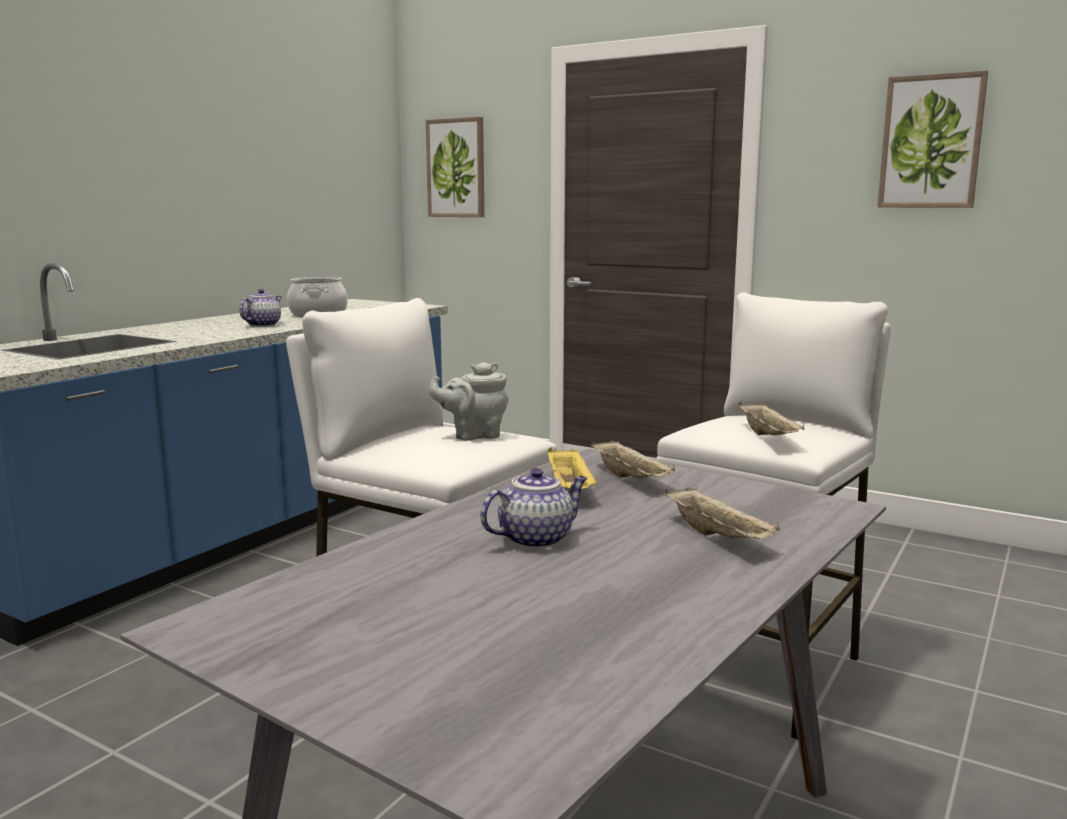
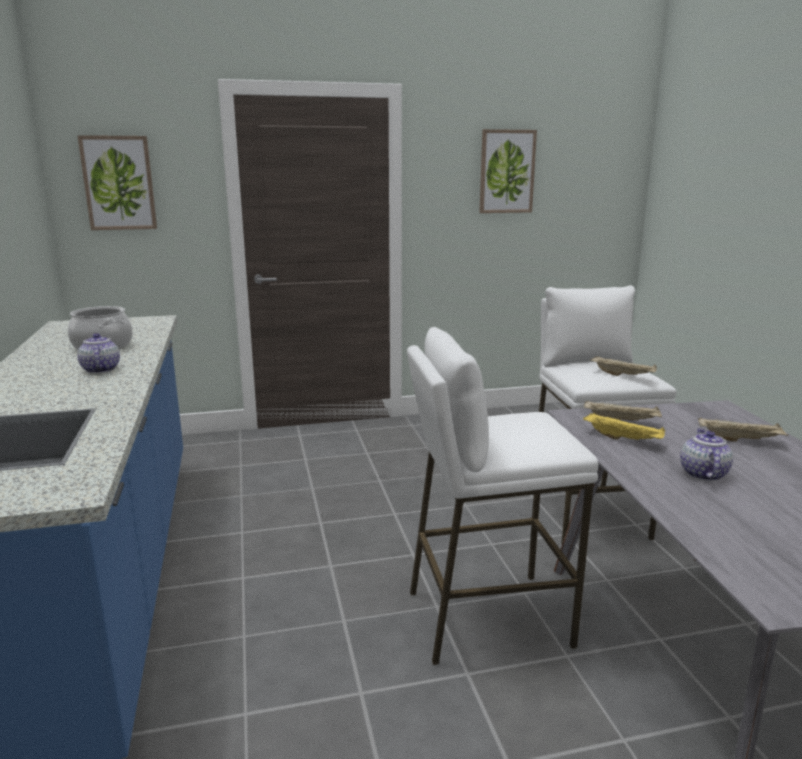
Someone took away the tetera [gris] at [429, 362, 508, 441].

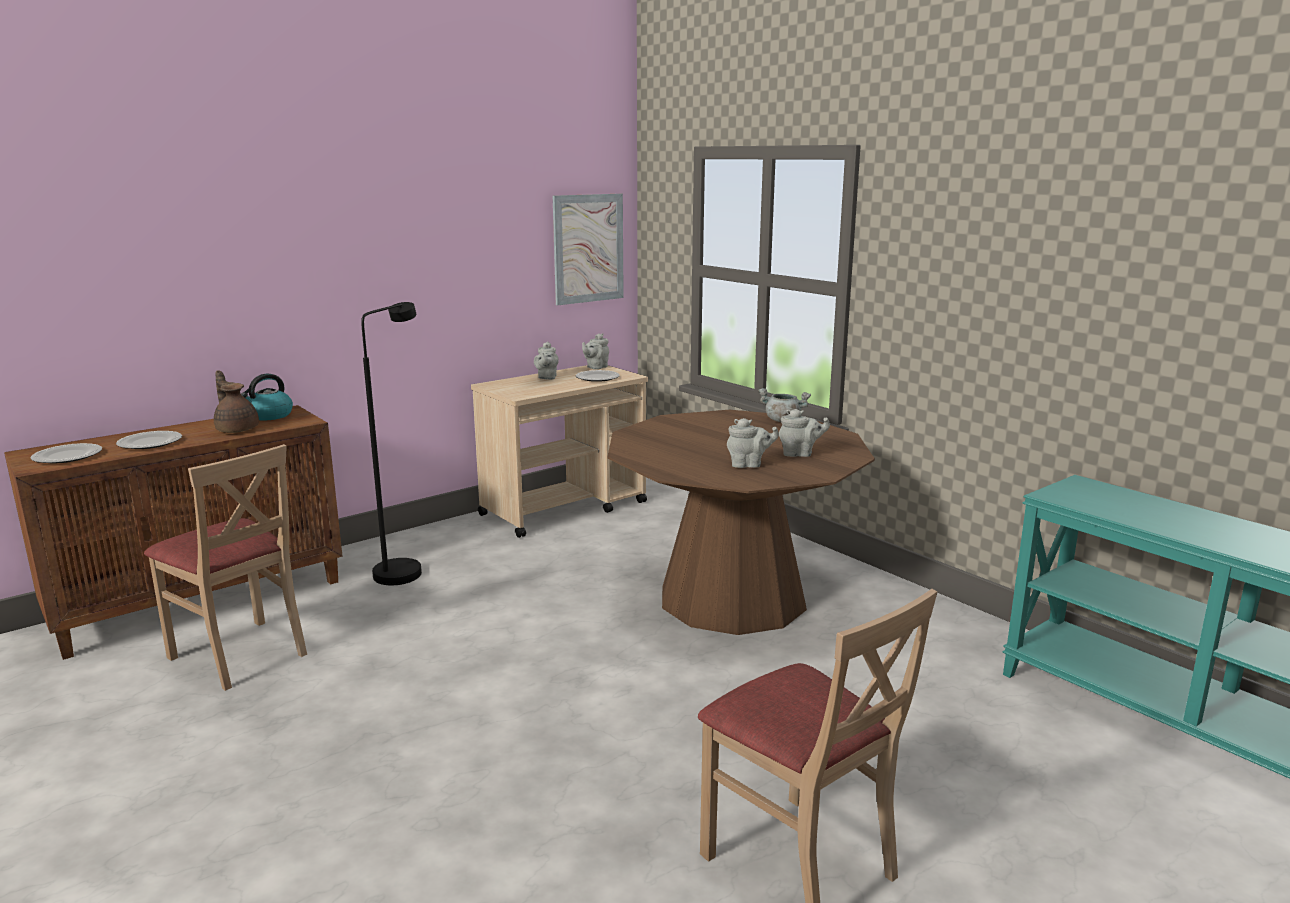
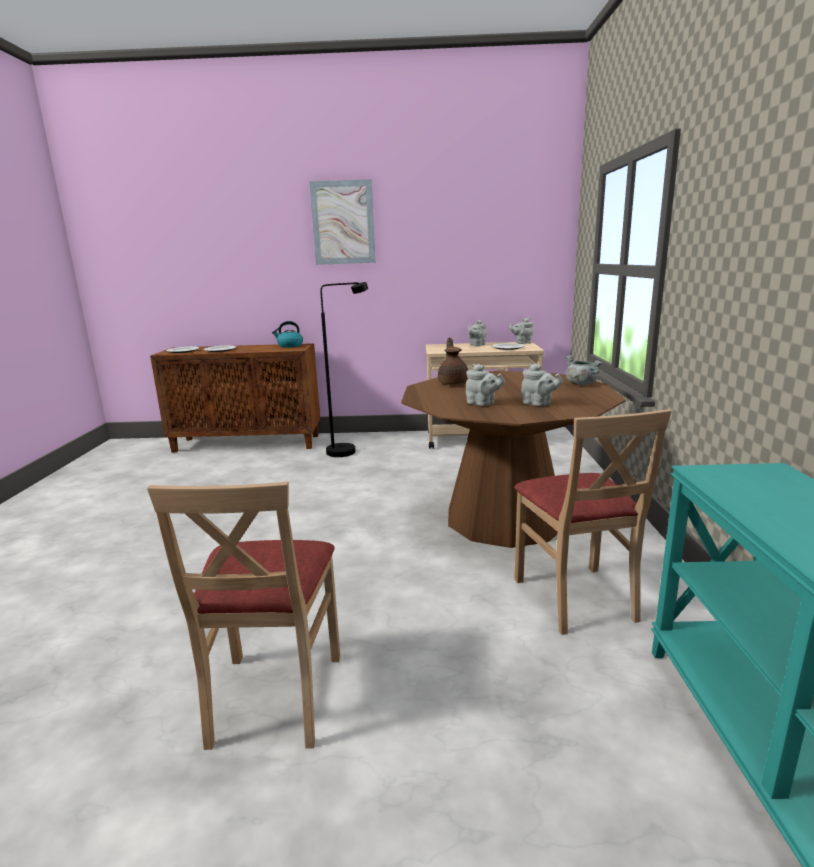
Someone carried the silla [beis] from [144, 444, 307, 691] to [514, 409, 672, 635]. Someone carried the tetera [marrón] from [214, 370, 259, 433] to [438, 338, 468, 385]. Someone carried the cuadro from [553, 194, 624, 305] to [309, 179, 376, 265].

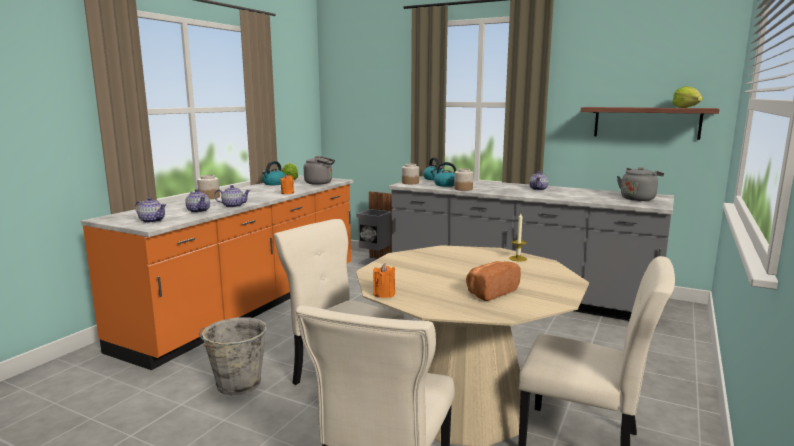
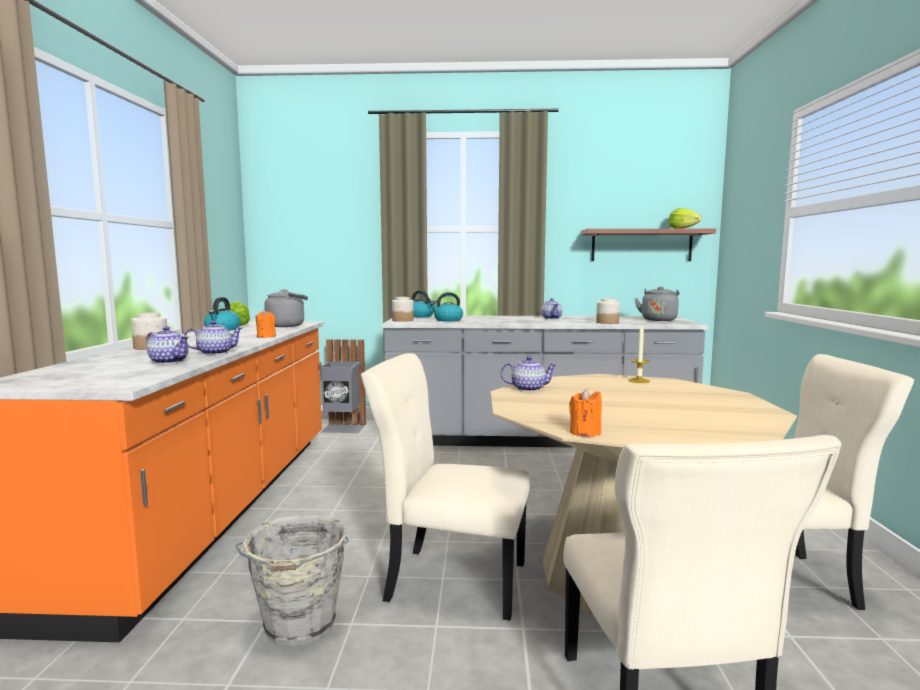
Someone took away the pan at [466, 261, 521, 301]. Someone carried the tetera from [135, 197, 166, 223] to [501, 356, 557, 392]. Someone carried the tarro from [454, 168, 473, 191] to [596, 298, 620, 324].

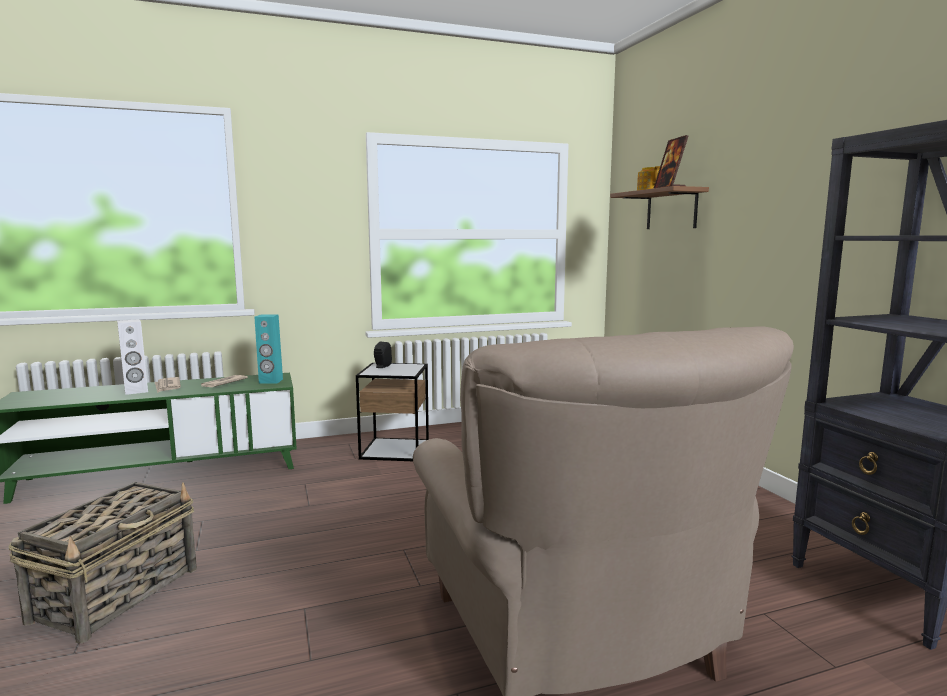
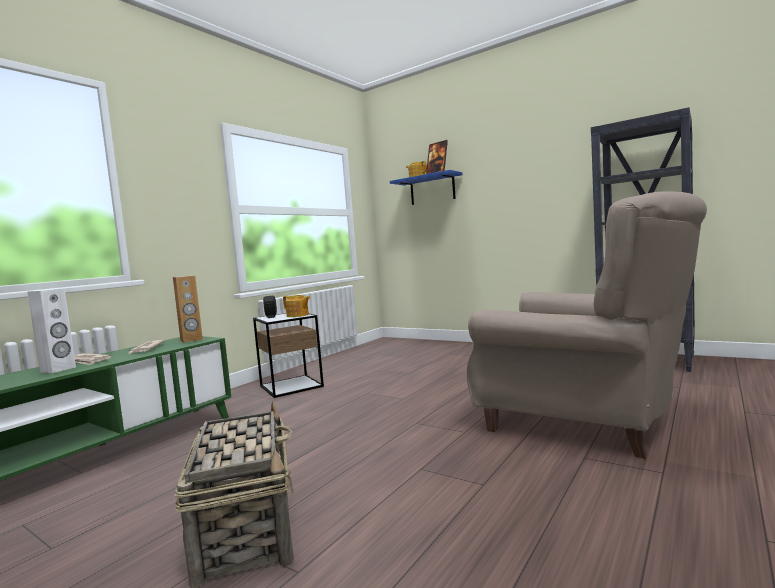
Someone put down the tetera at [283, 295, 310, 317]. Someone repainted the altavoz [turquesa] at [254, 314, 283, 384], which became the altavoz [marrón] at [173, 276, 203, 343]. Someone repainted the estante [marrón] at [610, 186, 709, 229], which became the estante [azul] at [390, 170, 462, 205].

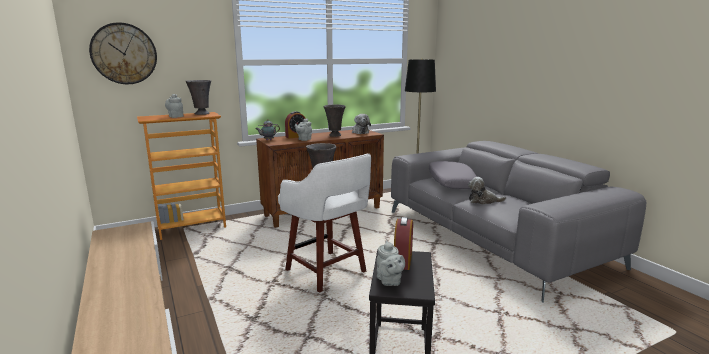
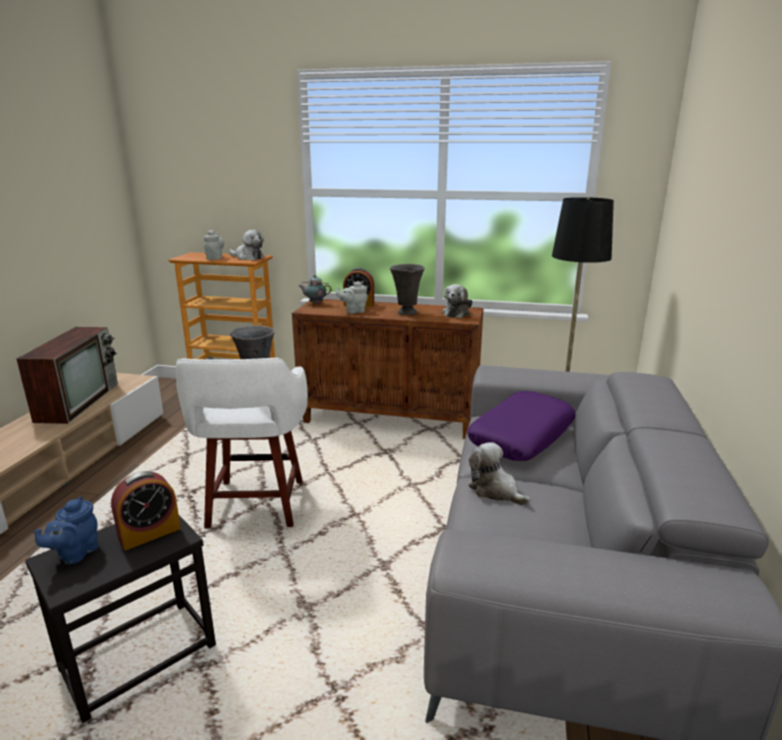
Someone took away the reloj de pared at [89, 22, 157, 84]. Someone put down the televisor at [16, 327, 118, 424]. Someone swapped the florero [gris] at [185, 80, 211, 115] for the peluche at [229, 230, 265, 260]. Someone repainted the tetera [gris] at [377, 240, 405, 286], which became the tetera [azul] at [34, 496, 98, 565]. Someone repainted the cojín [gris] at [429, 161, 477, 189], which became the cojín [morado] at [467, 391, 576, 461].

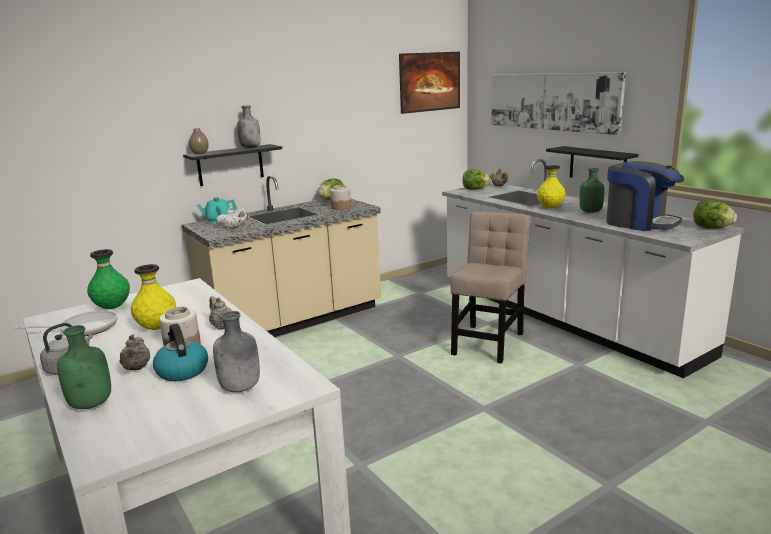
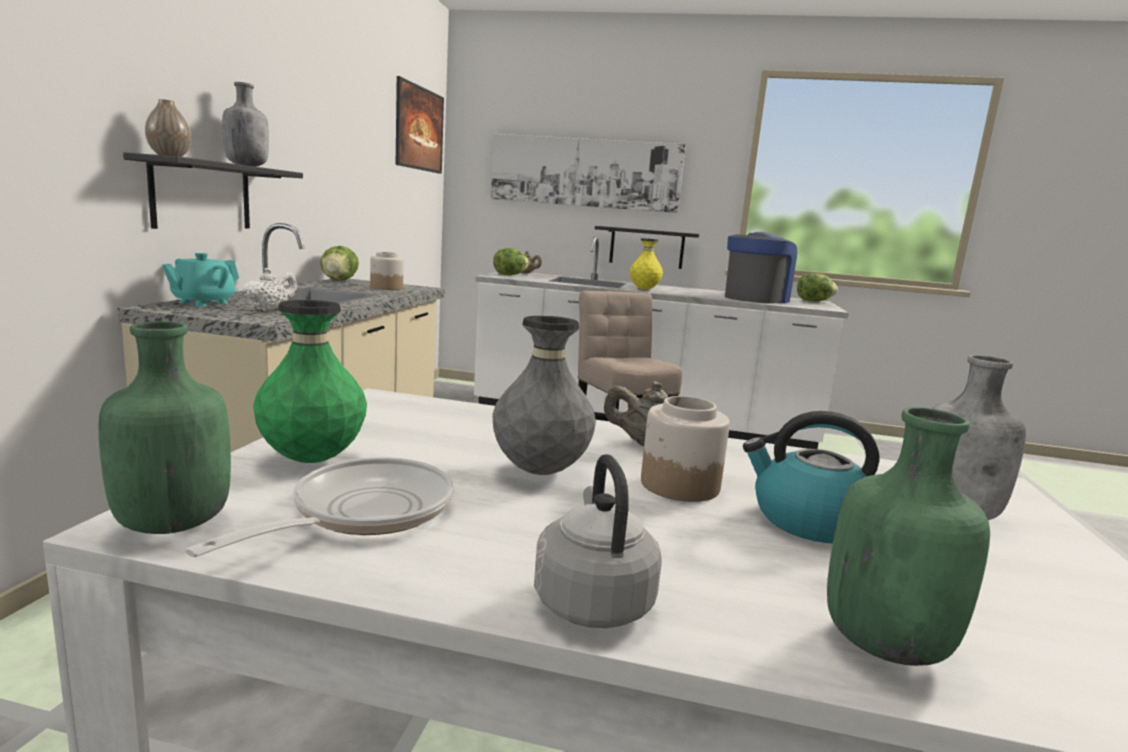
Someone took away the tetera [beis] at [119, 334, 150, 370]. Someone carried the botella [verde] from [579, 168, 604, 213] to [99, 321, 231, 534]. Someone repainted the florero [amarillo] at [131, 264, 176, 330], which became the florero [gris] at [492, 316, 596, 475]. Someone rotated the cafetera at [606, 161, 684, 231] by 45 degrees counterclockwise.

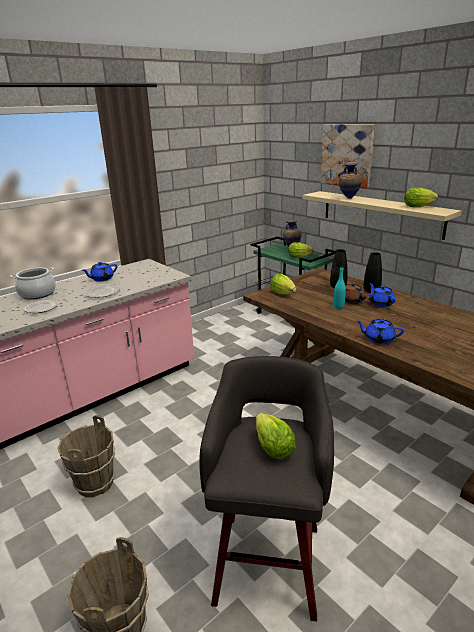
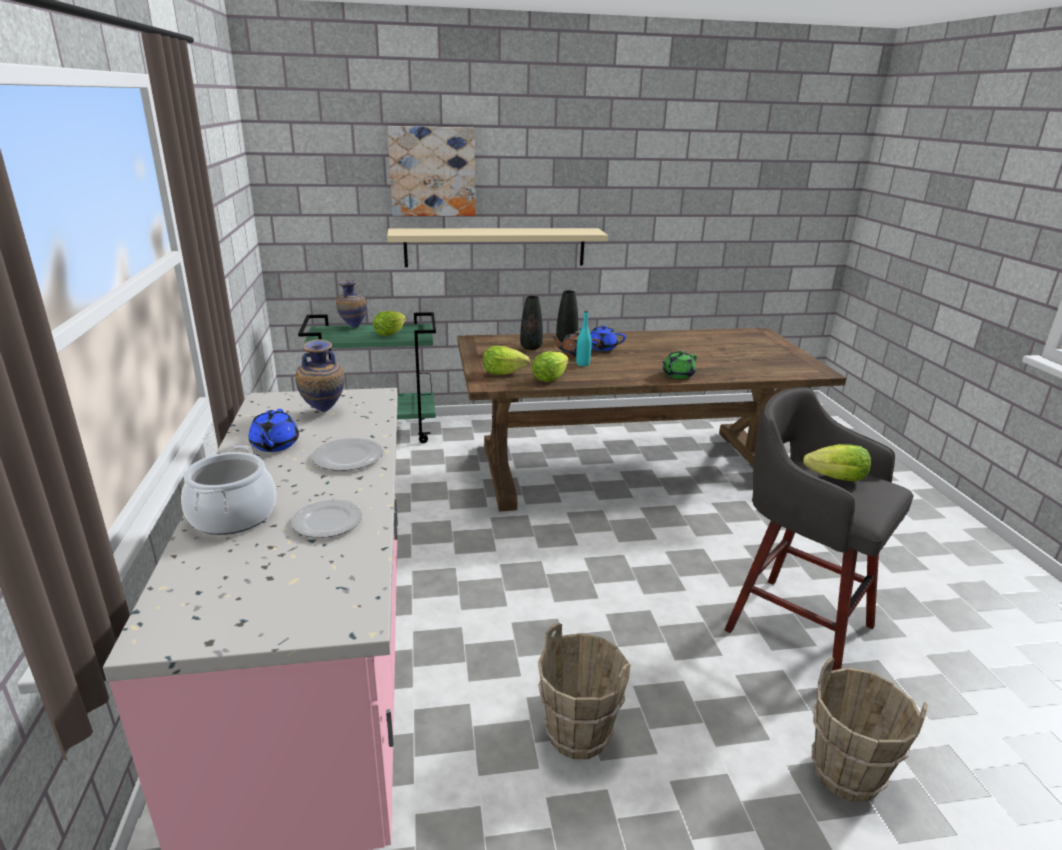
Someone carried the florero from [339, 162, 362, 199] to [295, 339, 345, 412]. Someone carried the lechuga from [404, 187, 438, 207] to [532, 352, 569, 382]. Someone repainted the tetera [azul] at [356, 319, 404, 344], which became the tetera [verde] at [662, 350, 697, 379].

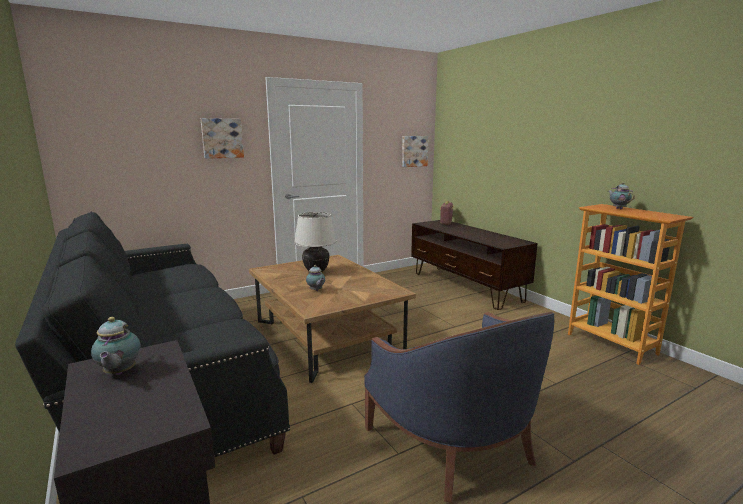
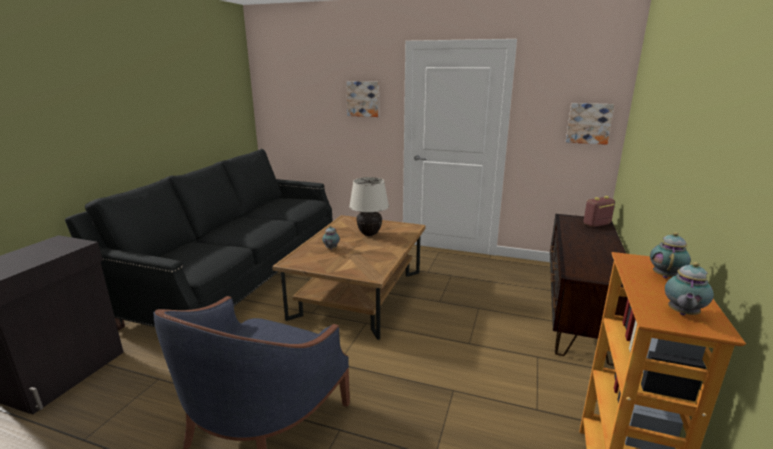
Someone carried the tetera from [91, 317, 141, 375] to [665, 262, 714, 315].

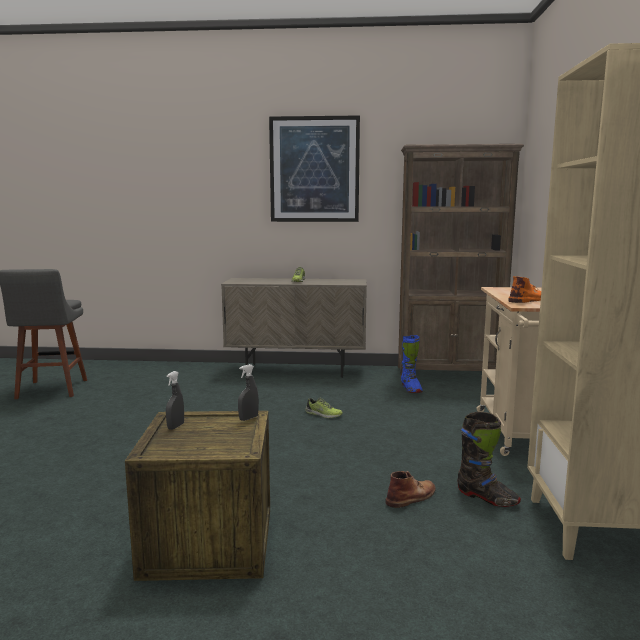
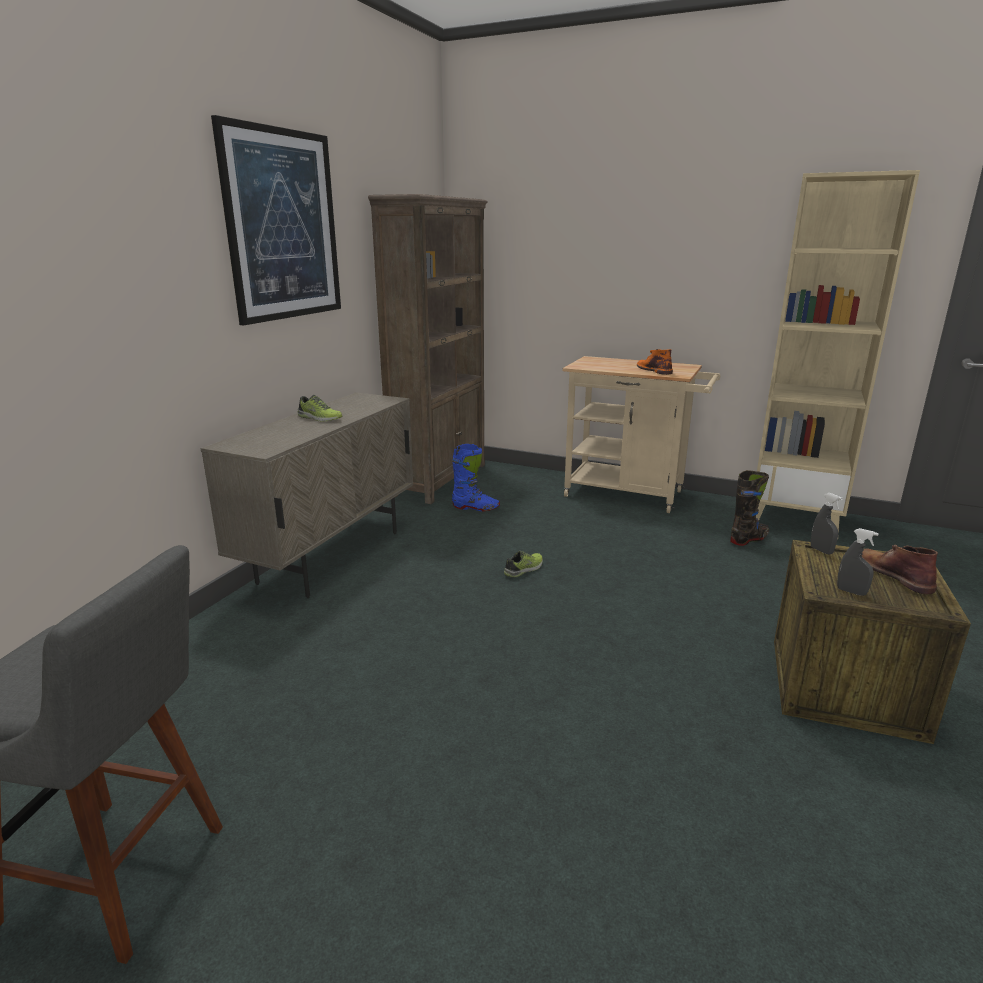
Someone carried the bota [marrón] from [385, 471, 436, 508] to [862, 545, 938, 594].

